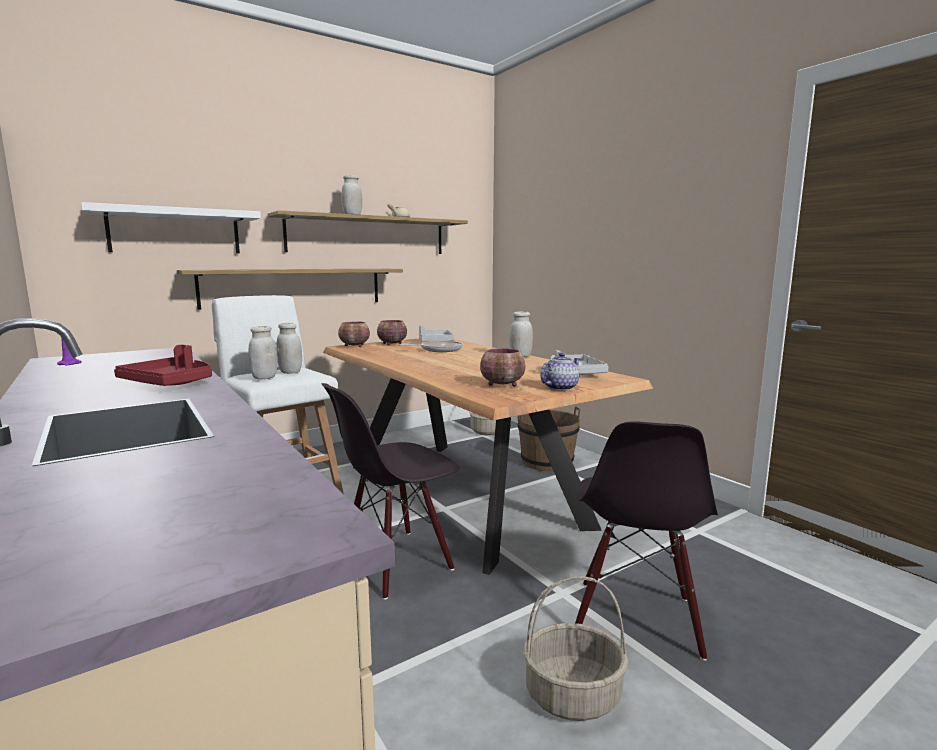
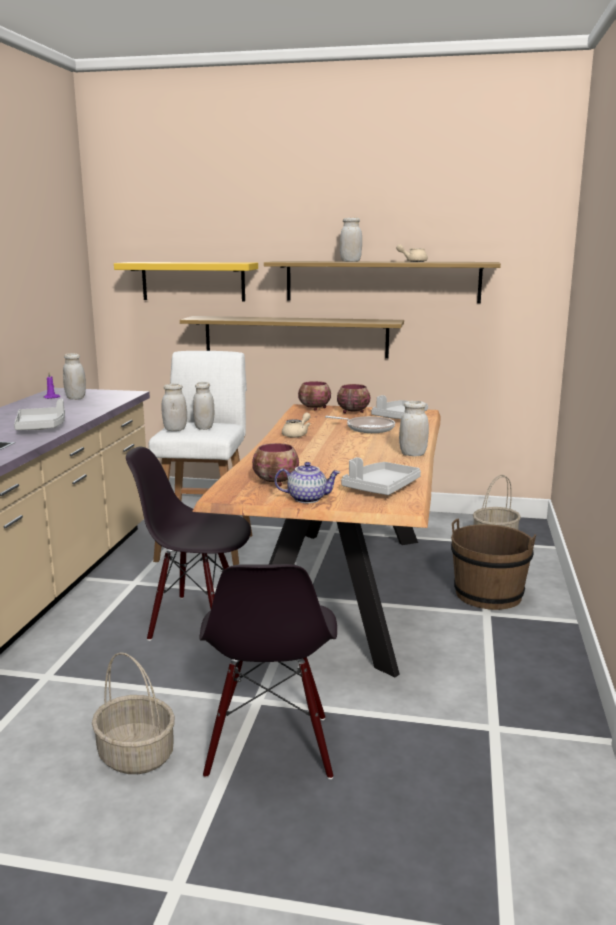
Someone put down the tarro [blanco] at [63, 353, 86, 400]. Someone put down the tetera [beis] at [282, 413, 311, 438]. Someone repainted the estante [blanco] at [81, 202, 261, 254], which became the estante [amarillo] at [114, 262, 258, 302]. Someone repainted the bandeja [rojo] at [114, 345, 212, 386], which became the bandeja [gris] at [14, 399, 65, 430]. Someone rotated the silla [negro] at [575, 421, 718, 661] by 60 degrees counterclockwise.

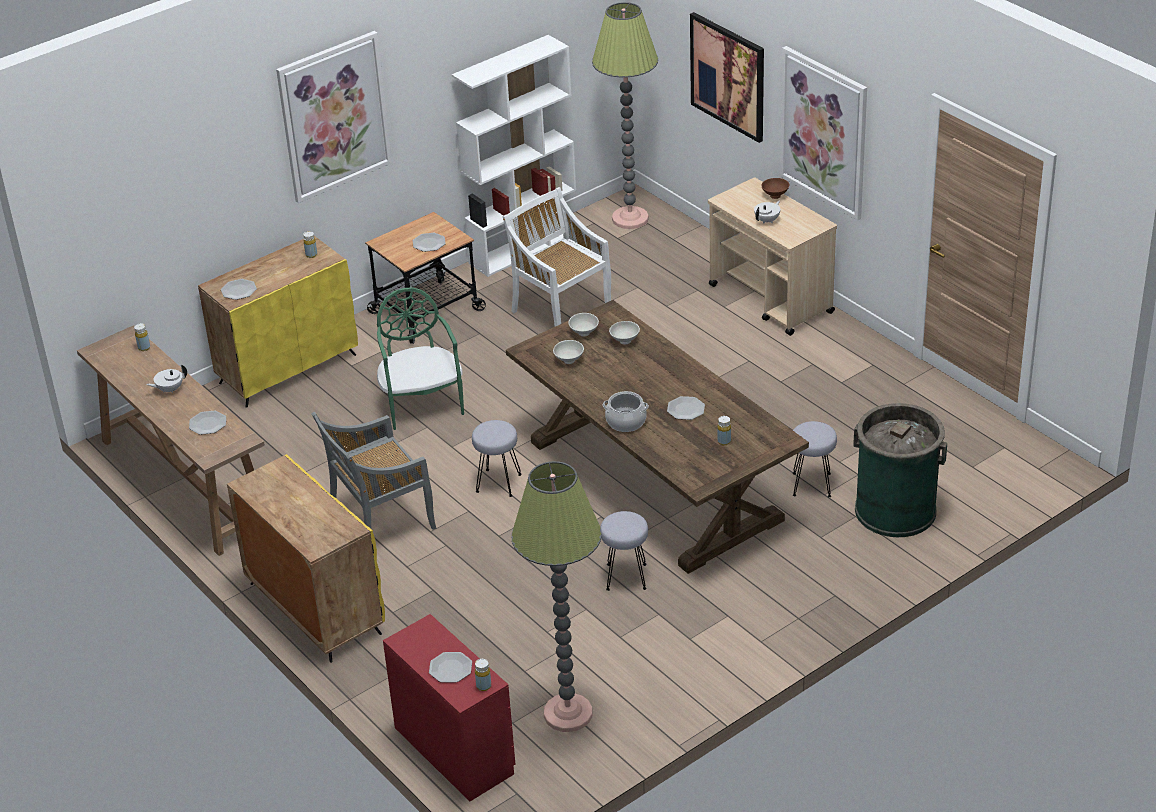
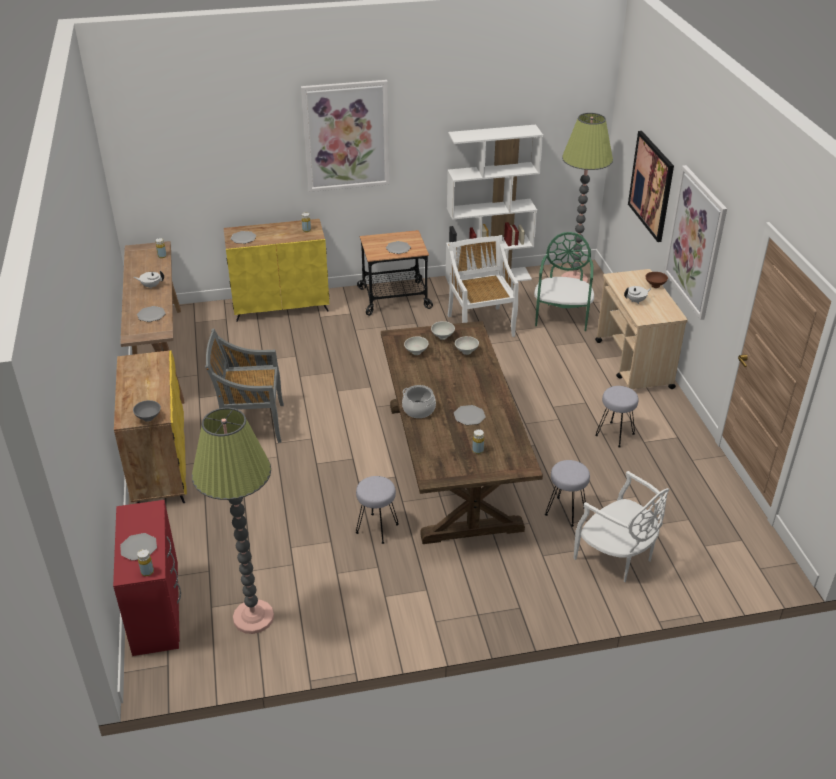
Someone put down the cuenco [gris] at [133, 400, 161, 422]. Someone carried the silla [verde] from [377, 287, 464, 430] to [534, 232, 594, 331]. Someone carried the taburete [gris] from [472, 420, 522, 497] to [595, 386, 638, 447]. Someone swapped the papelera [verde] at [853, 403, 947, 537] for the silla [blanco] at [573, 471, 669, 582].

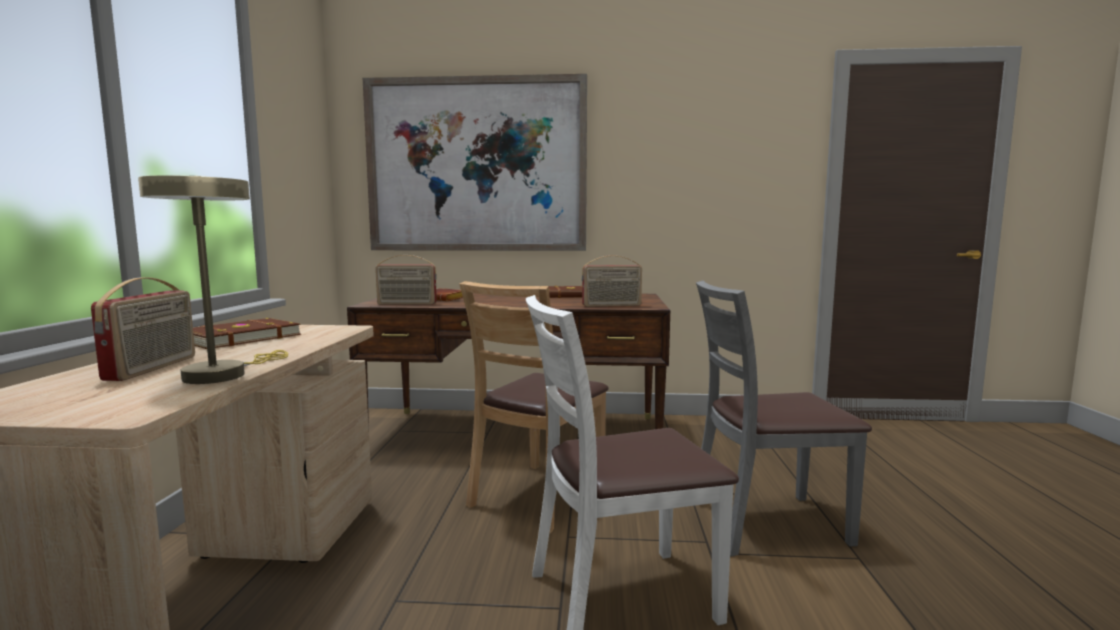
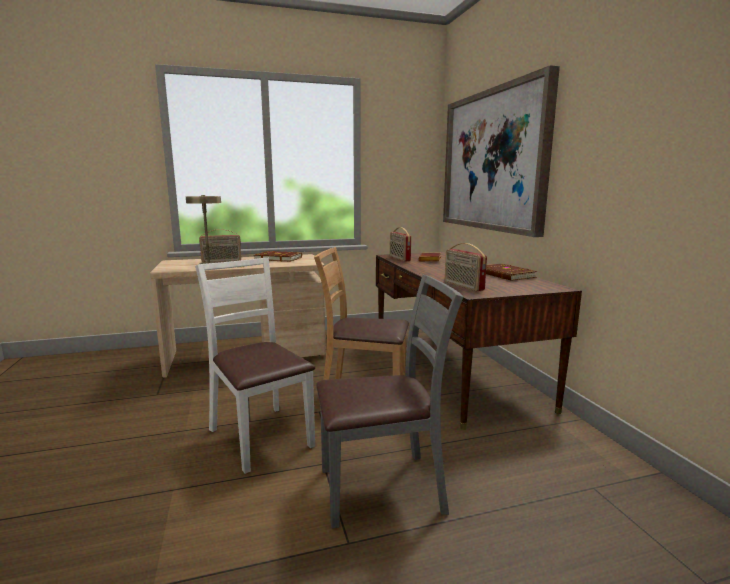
Someone rotated the silla [gris] at [696, 281, 872, 557] by 105 degrees clockwise.

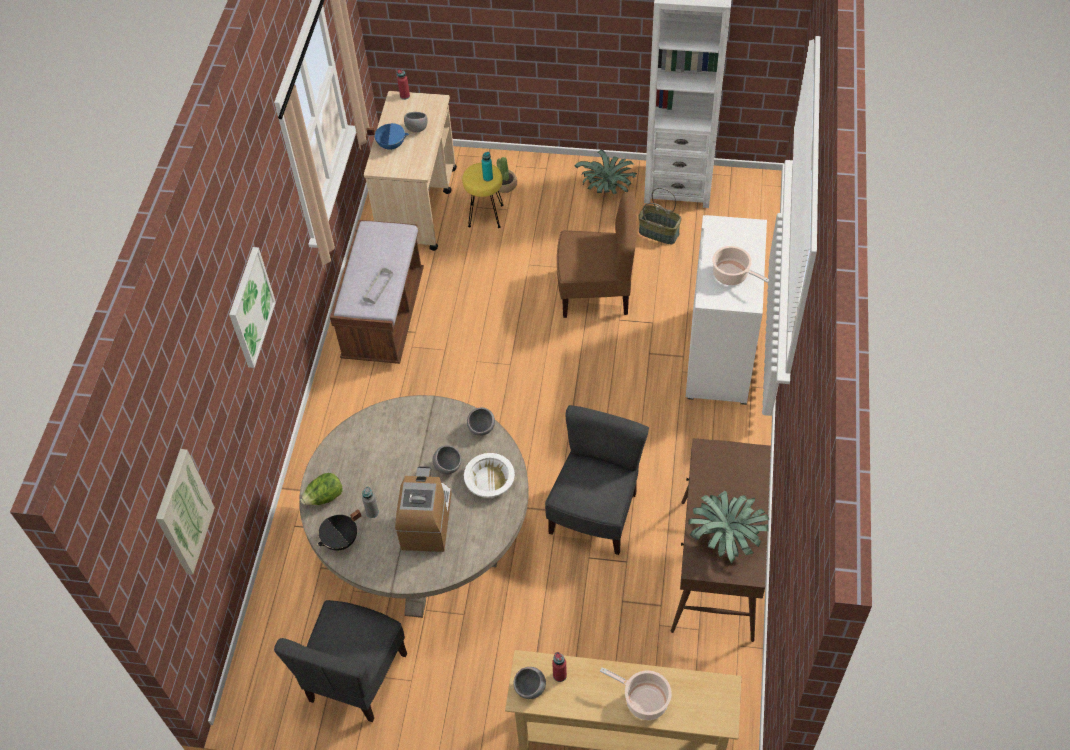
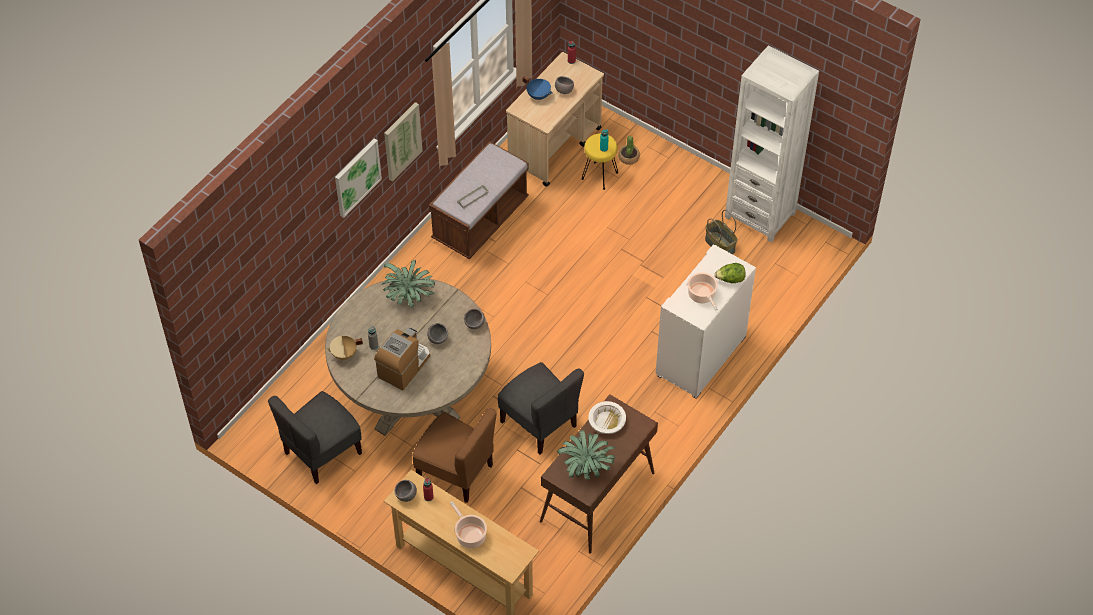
Someone carried the cuadro from [156, 449, 215, 574] to [384, 102, 423, 182]. Someone carried the lechuga from [301, 473, 343, 505] to [714, 263, 746, 283]. Someone carried the cuenco [blanco] from [464, 453, 515, 498] to [588, 401, 626, 434]. Someone carried the silla [marrón] from [557, 192, 636, 318] to [412, 408, 497, 503]. Someone carried the planta en maceta from [575, 150, 637, 194] to [382, 260, 435, 308]. Someone repainted the olla [negro] at [317, 510, 362, 551], which became the olla [beis] at [326, 336, 363, 360]. Someone rotated the silla [gris] at [545, 405, 649, 555] by 90 degrees clockwise.

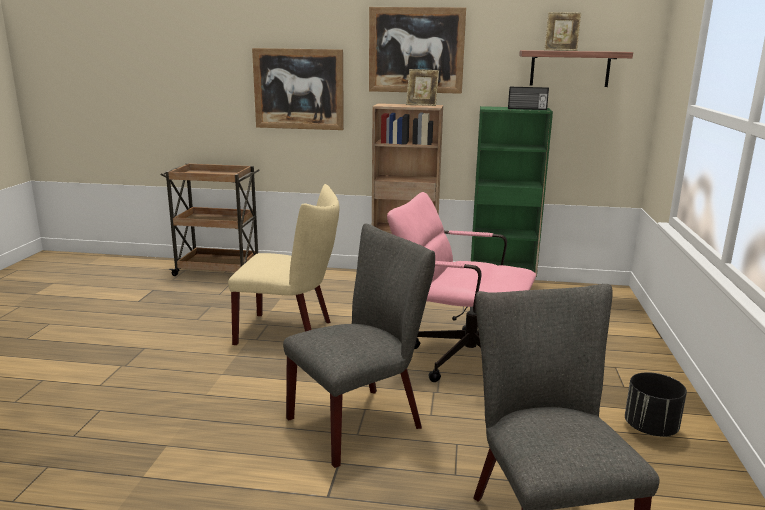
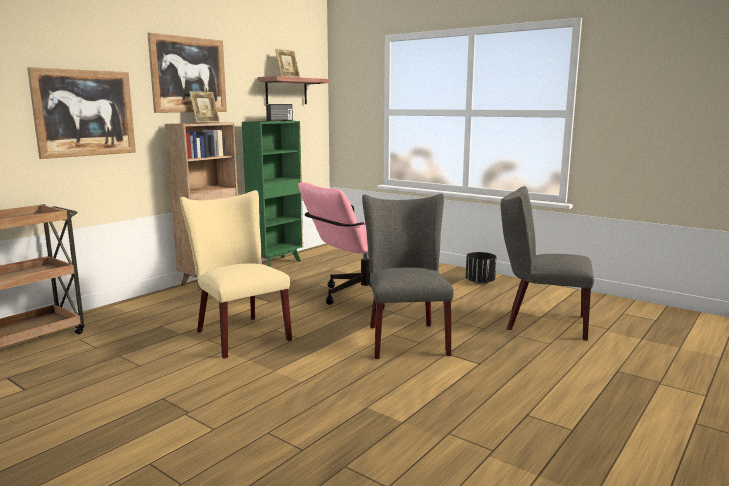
Someone rotated the silla [beis] at [228, 184, 339, 345] by 75 degrees counterclockwise.

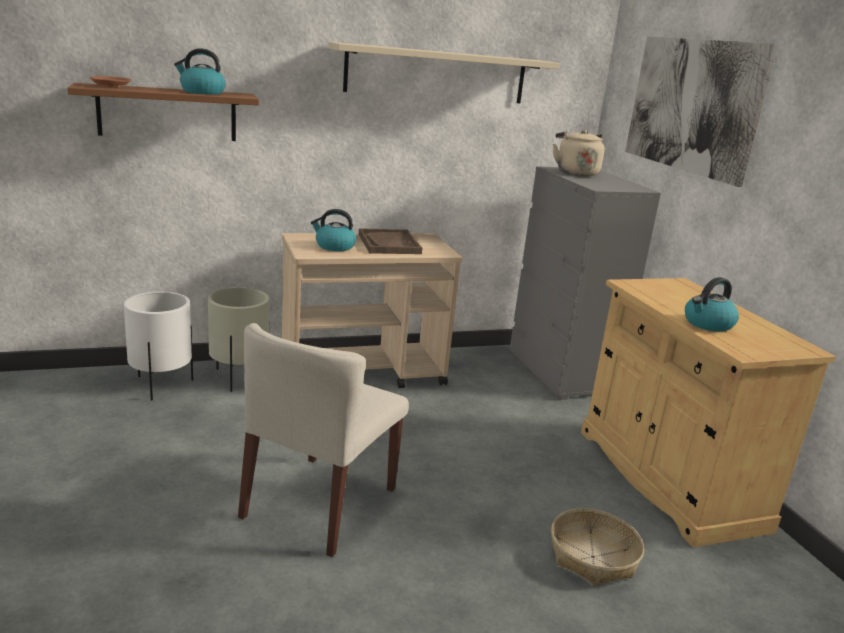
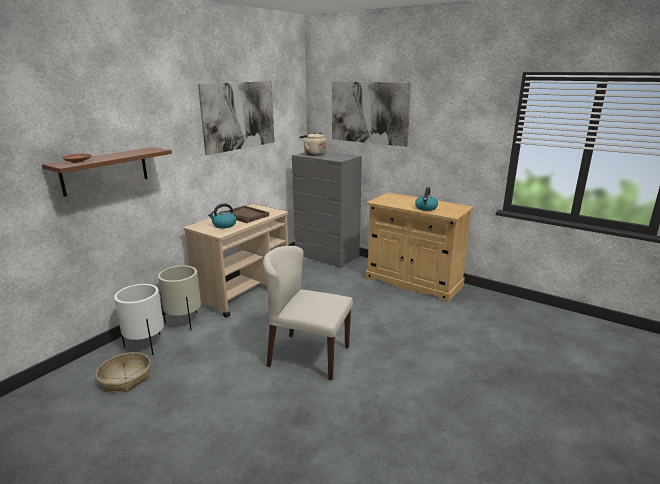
Someone took away the hervidor at [174, 49, 226, 95]. Someone carried the cesta from [551, 508, 644, 586] to [96, 352, 150, 392]. Someone swapped the estante [beis] at [328, 42, 560, 103] for the cuadro at [198, 81, 275, 155]. Someone rotated the silla [beis] at [238, 323, 409, 557] by 120 degrees clockwise.

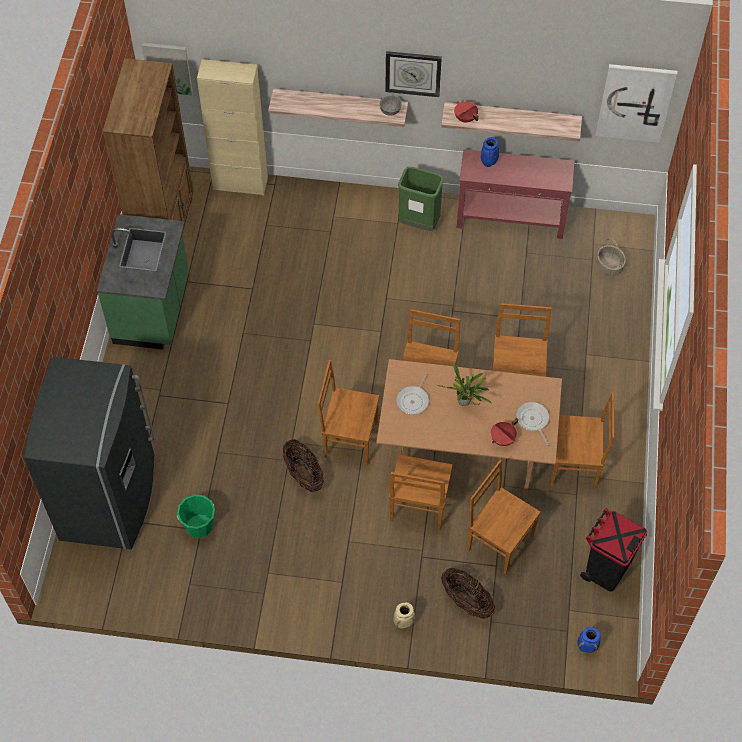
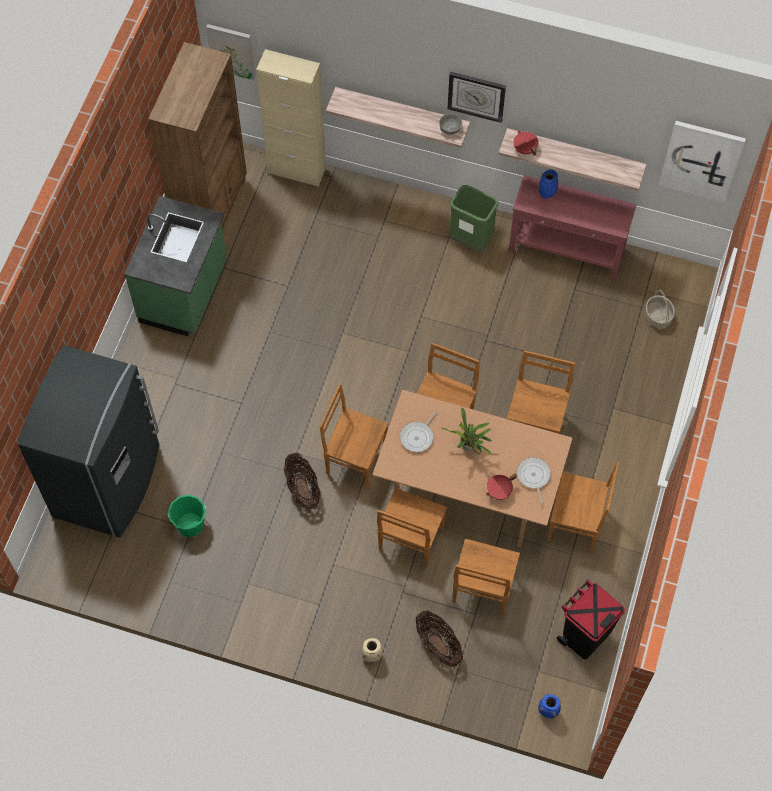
Someone rotated the silla [marrón] at [467, 460, 541, 575] by 120 degrees counterclockwise.

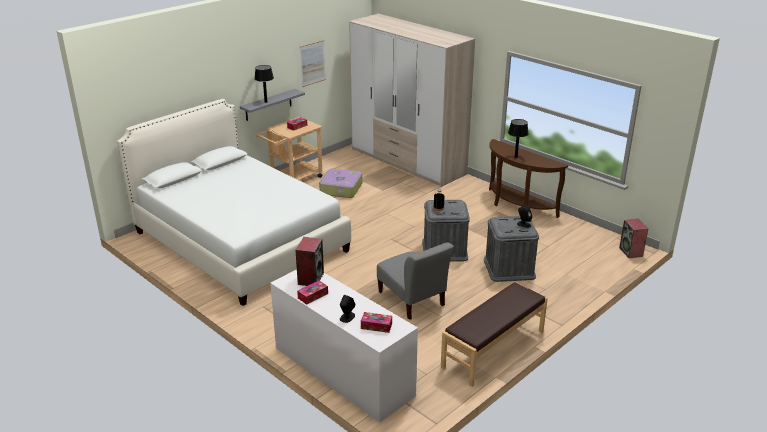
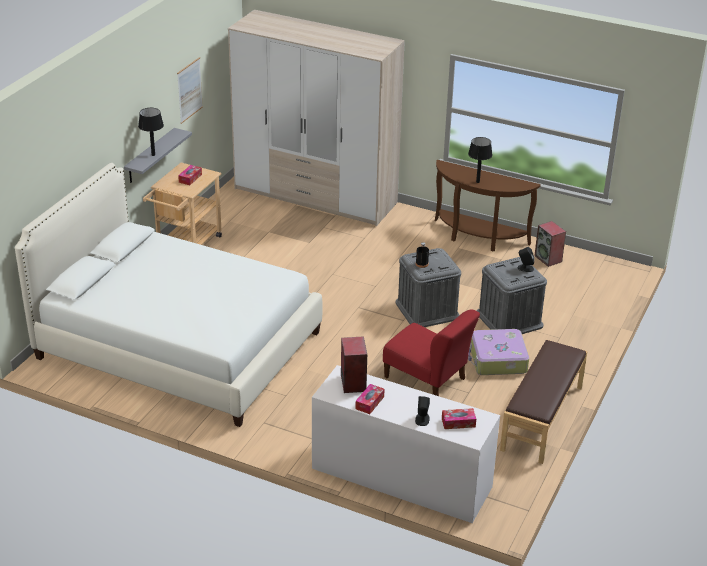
Someone carried the maleta from [319, 168, 362, 198] to [468, 329, 529, 375]. Someone carried the altavoz from [619, 219, 648, 258] to [534, 221, 566, 267]. Someone repainted the silla [gris] at [377, 243, 454, 320], which became the silla [rojo] at [383, 310, 480, 396].

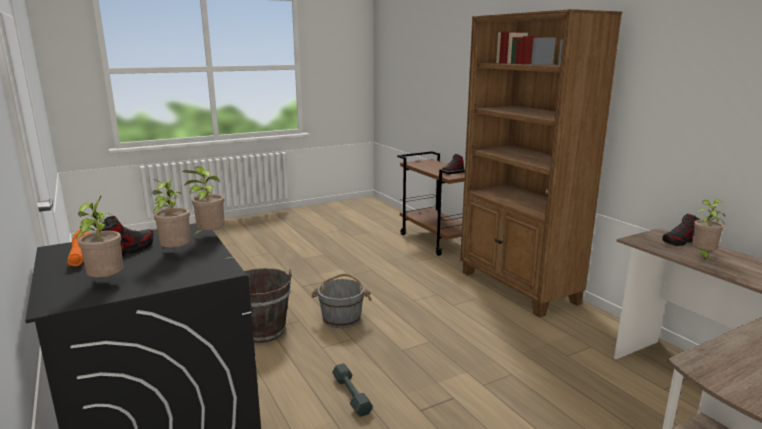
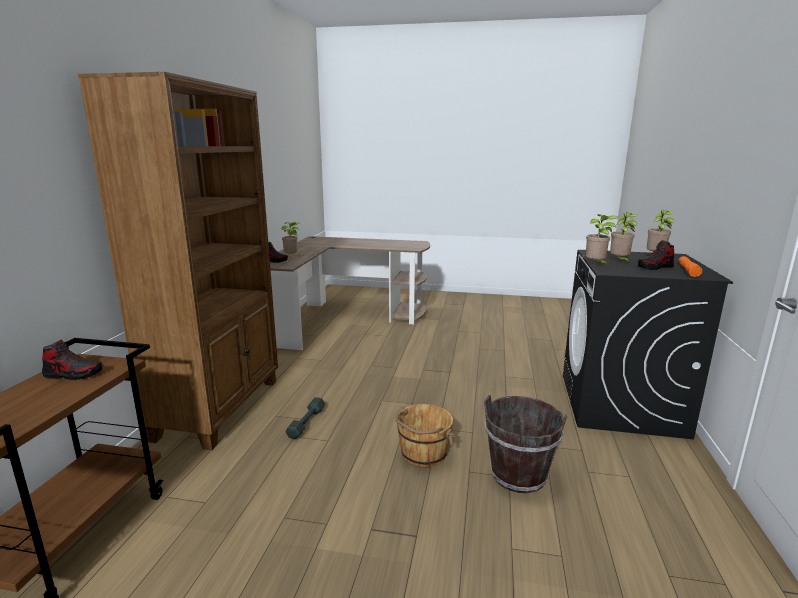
Someone carried the mancuerna [gris] from [332, 363, 373, 417] to [285, 397, 325, 439]. Someone repainted the cubo [gris] at [311, 274, 372, 328], which became the cubo [marrón] at [395, 404, 455, 467].

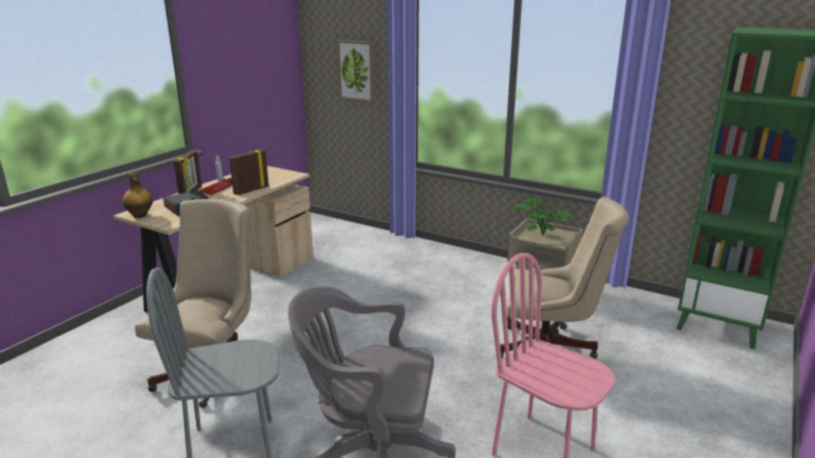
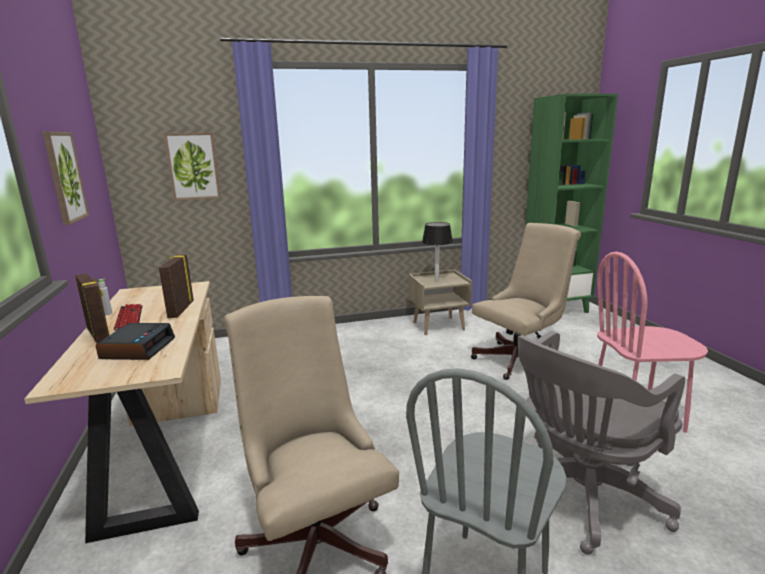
Someone took away the botella at [122, 172, 153, 218]. Someone put up the cuadro at [43, 132, 89, 225]. Someone swapped the planta en maceta at [513, 197, 572, 236] for the lámpara de mesa at [422, 222, 453, 281].

